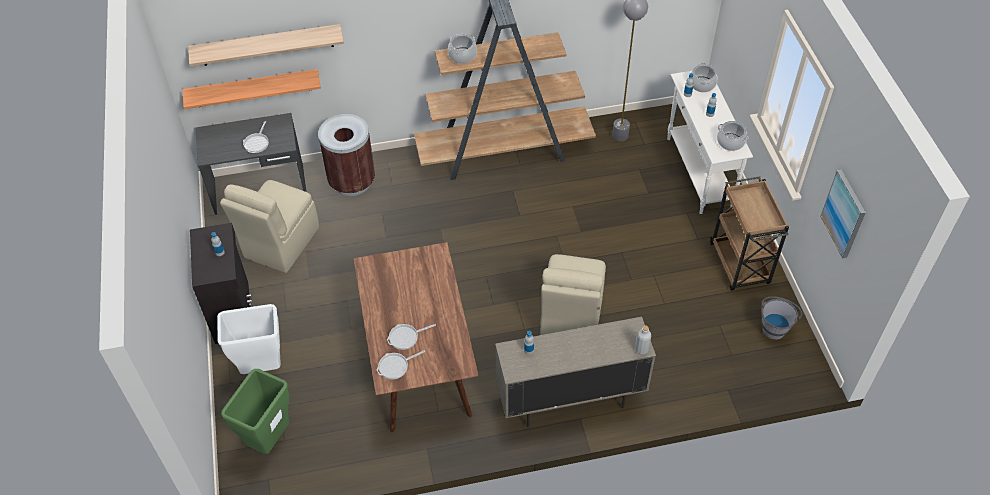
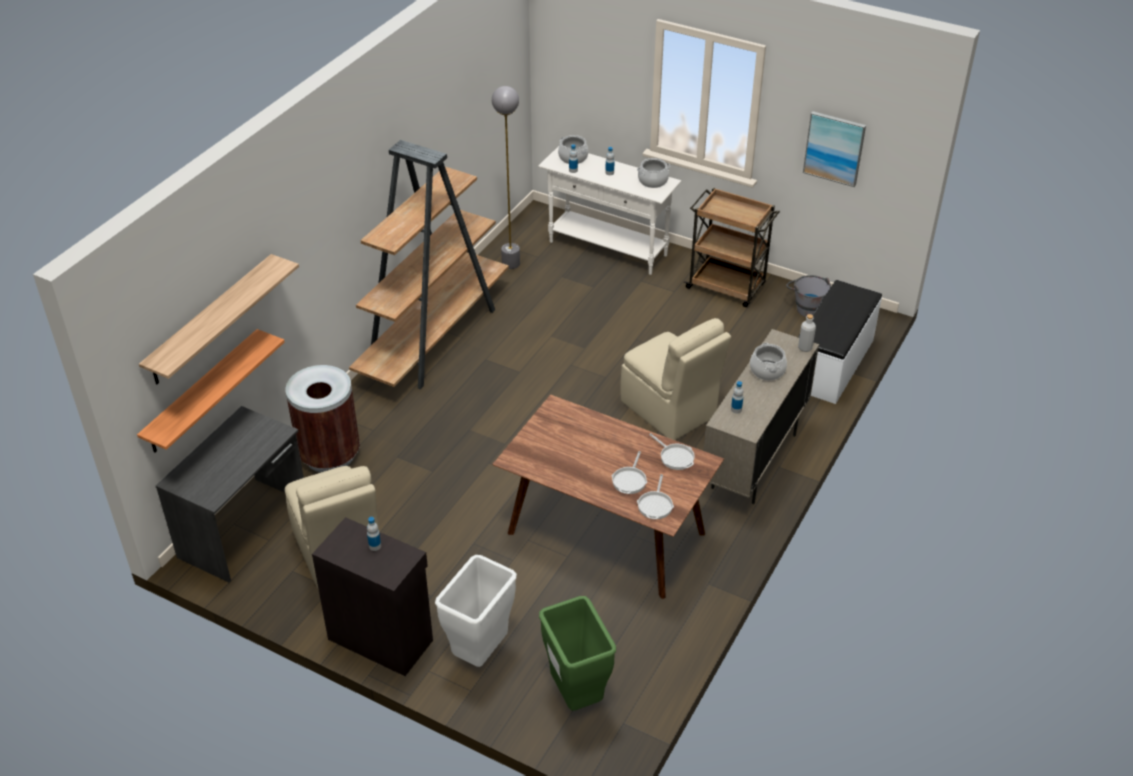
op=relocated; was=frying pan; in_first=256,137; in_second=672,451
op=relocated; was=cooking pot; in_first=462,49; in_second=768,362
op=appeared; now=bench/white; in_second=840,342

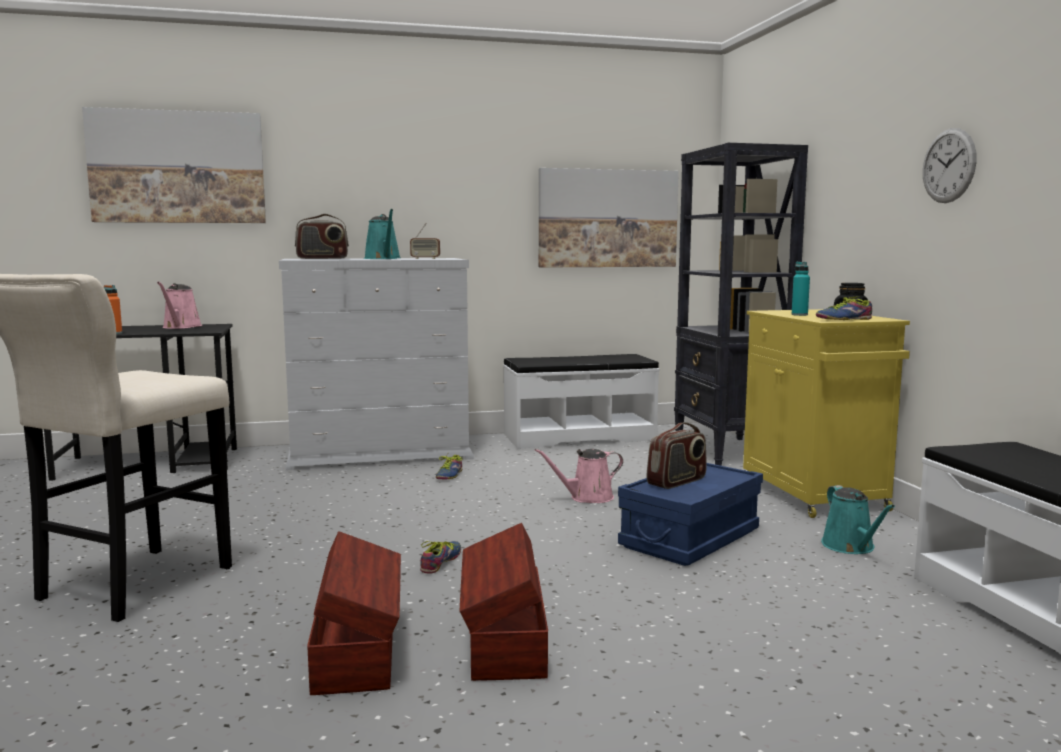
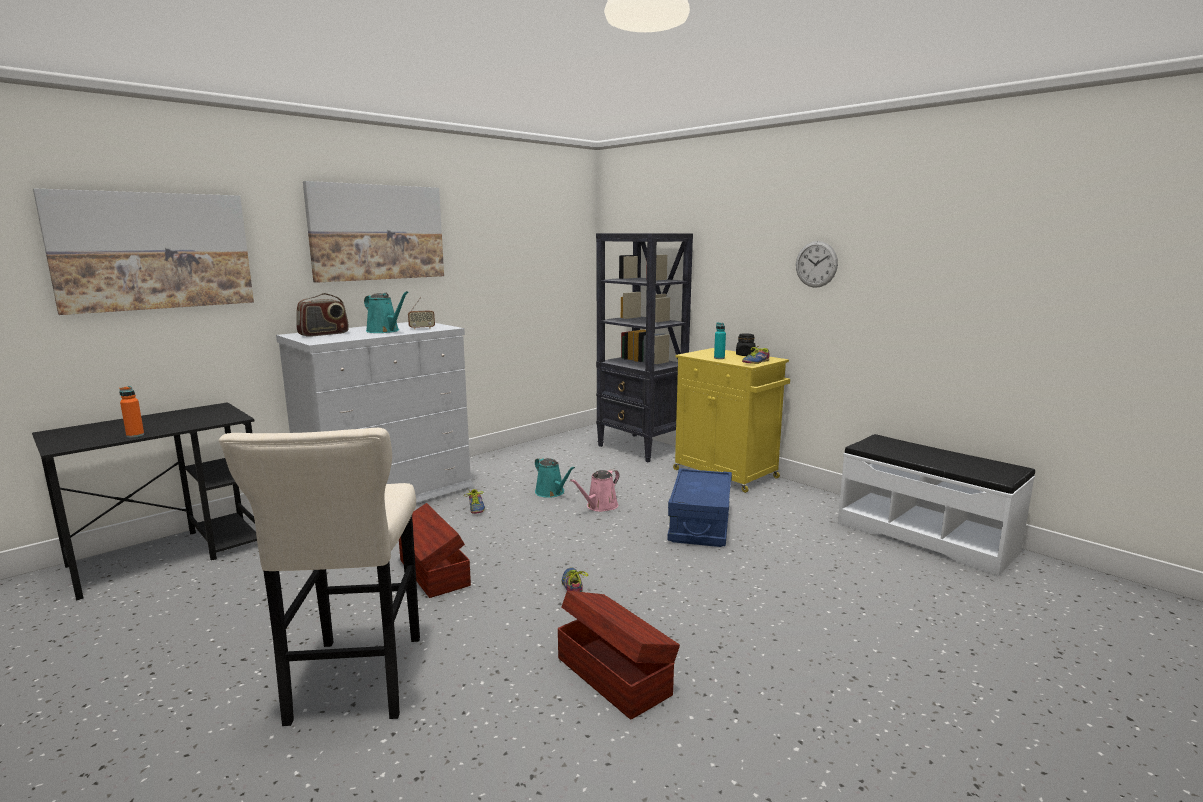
op=relocated; was=picture; in_first=609,218; in_second=373,232
op=relocated; was=storage box/brown; in_first=504,602; in_second=435,550
op=relocated; was=watering can/turquoise; in_first=858,519; in_second=555,477
op=missing; was=watering can/pink; in_first=179,305
op=missing; was=bench/white; in_first=581,401
op=missing; was=radio; in_first=677,455

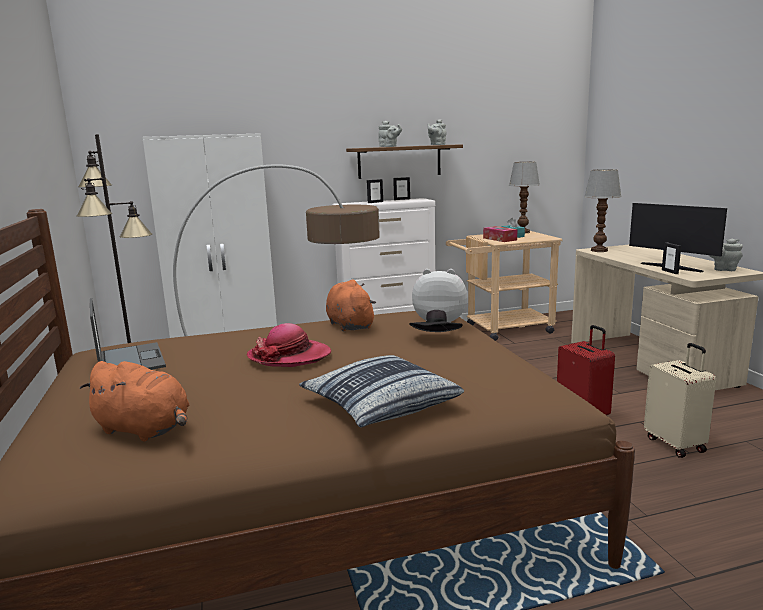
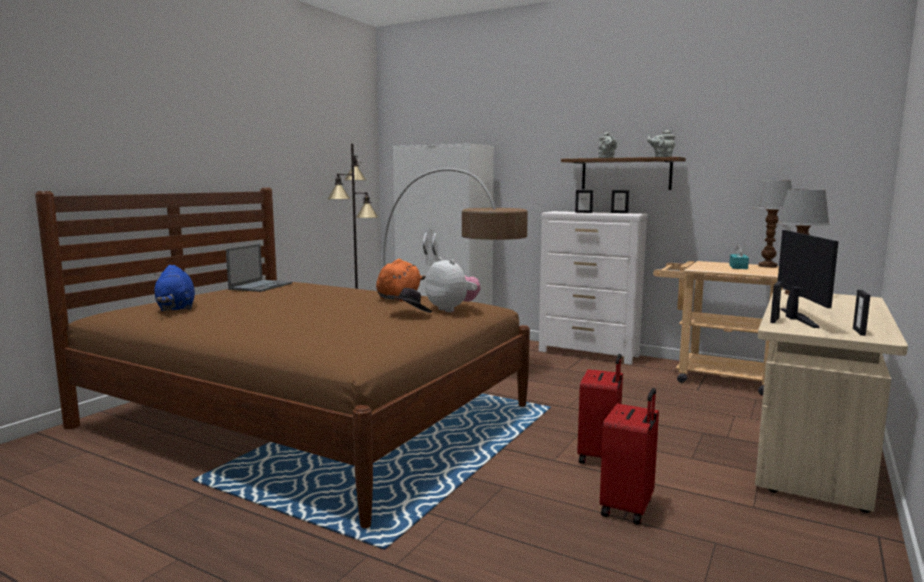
op=colour; was=plush toy/orange; now=plush toy/blue; in_first=134,401; in_second=174,288
op=colour; was=suitcase/beige; now=suitcase/red; in_first=680,400; in_second=629,456
op=exchanged; was=teapot/grey; now=picture frame; in_first=726,254; in_second=861,313
op=missing; was=hat; in_first=289,345
op=missing; was=pillow; in_first=381,391
op=missing; was=tissue box; in_first=500,234

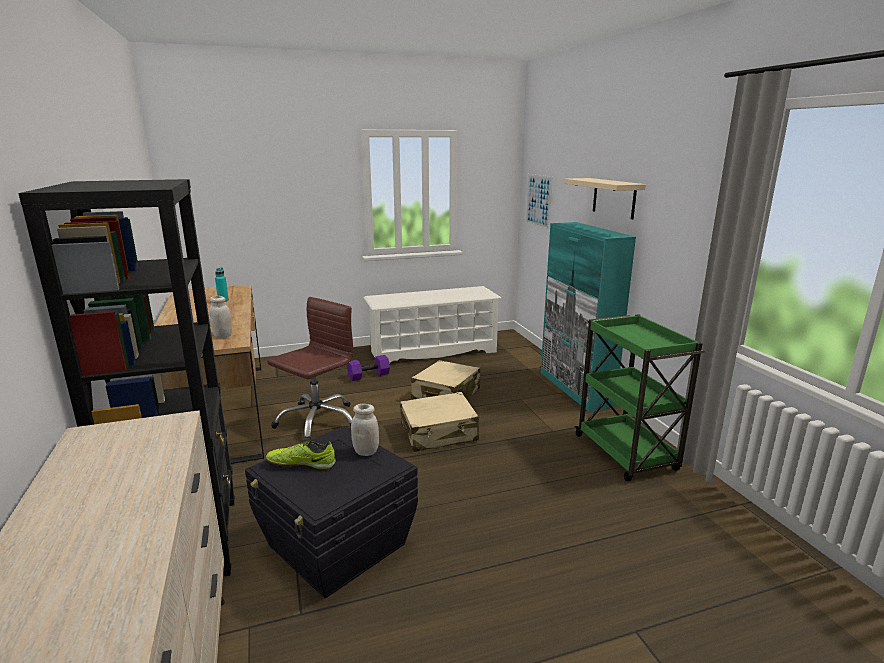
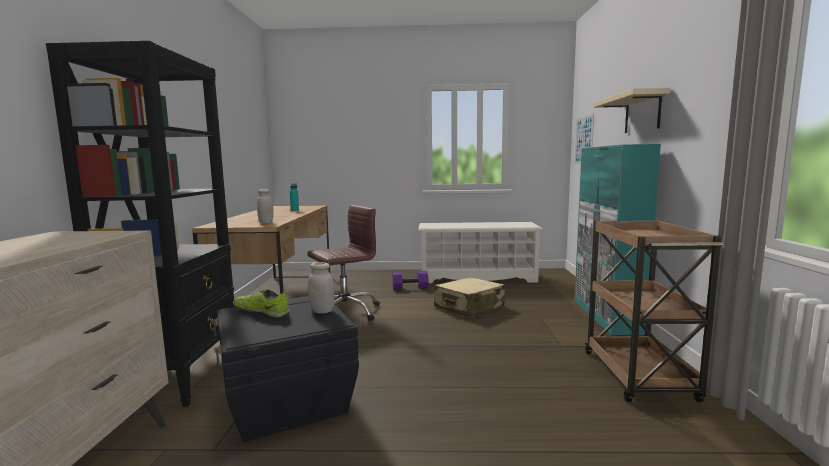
op=colour; was=cart/green; now=cart/brown; in_first=640,397; in_second=654,311
op=missing; was=suitcase/beige; in_first=439,422

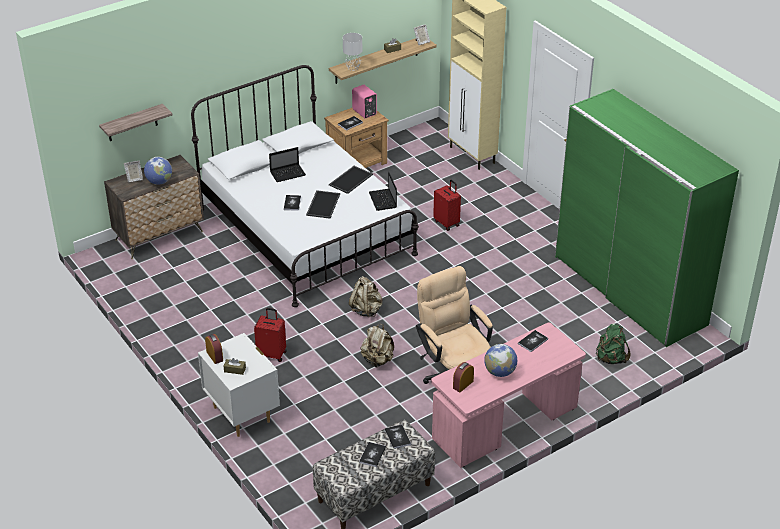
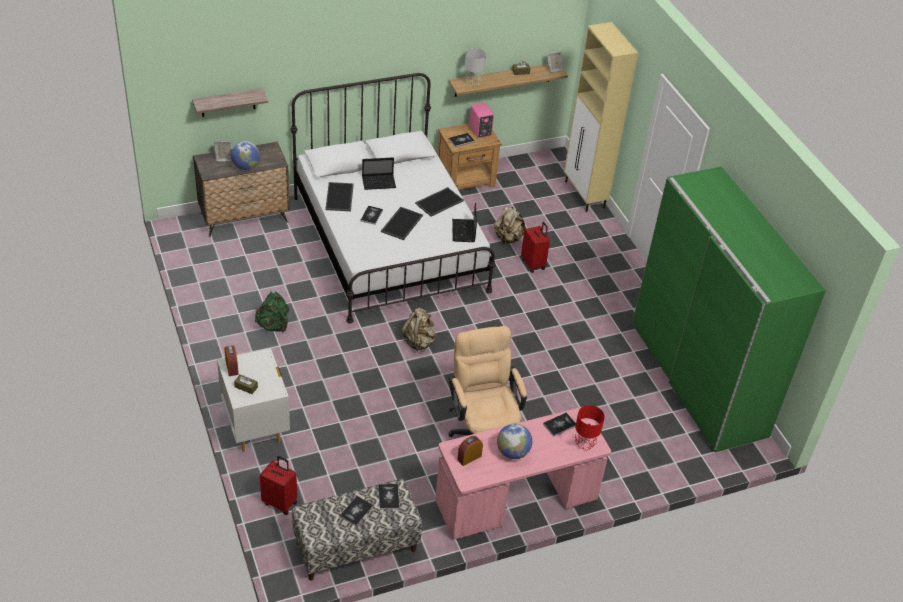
op=relocated; was=backpack/green; in_first=613,343; in_second=272,312
op=relocated; was=suitcase/red; in_first=270,335; in_second=278,485
op=appeared; now=tray; in_second=339,196
op=relocated; was=backpack/beige; in_first=377,345; in_second=509,225
op=appeared; now=table lamp/red; in_second=590,428

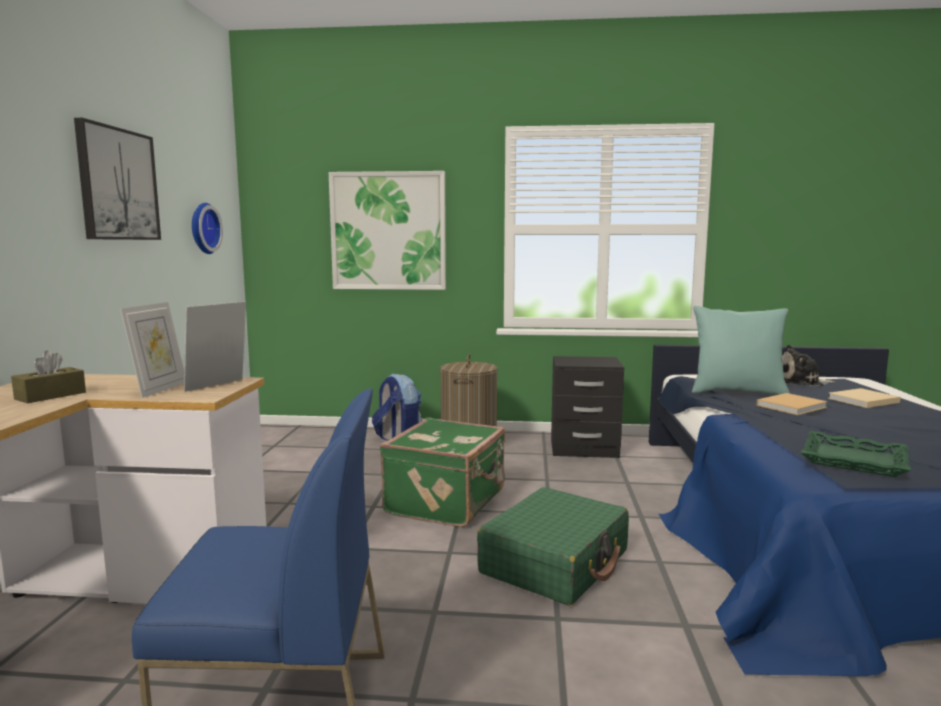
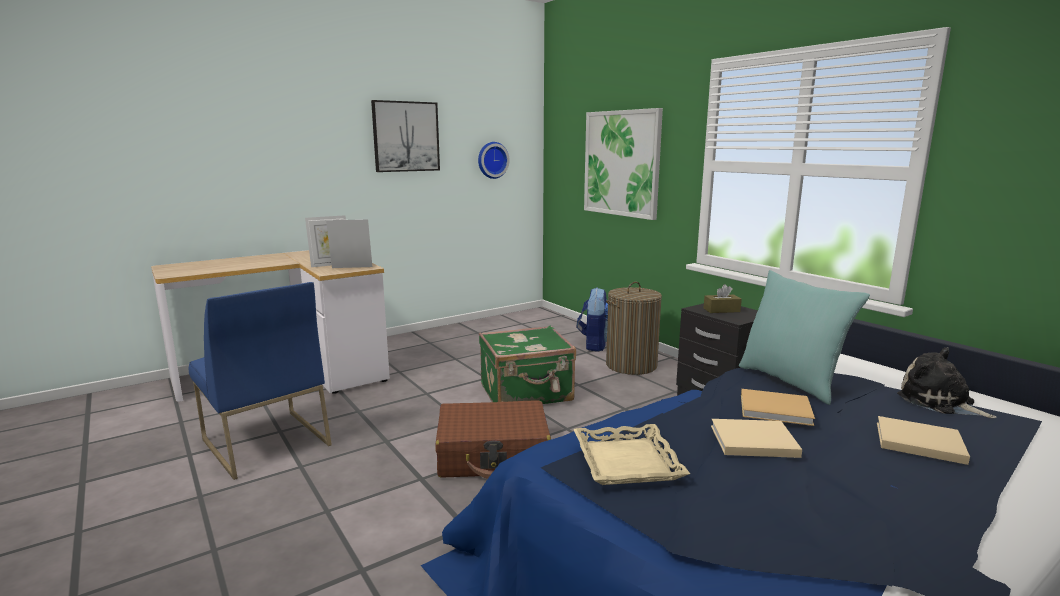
op=colour; was=suitcase/green; now=suitcase/brown; in_first=553,546; in_second=493,439
op=colour; was=tray/green; now=tray/beige; in_first=856,454; in_second=632,454
op=relocated; was=tissue box/brown; in_first=48,376; in_second=723,298
op=appeared; now=book/beige; in_second=756,438

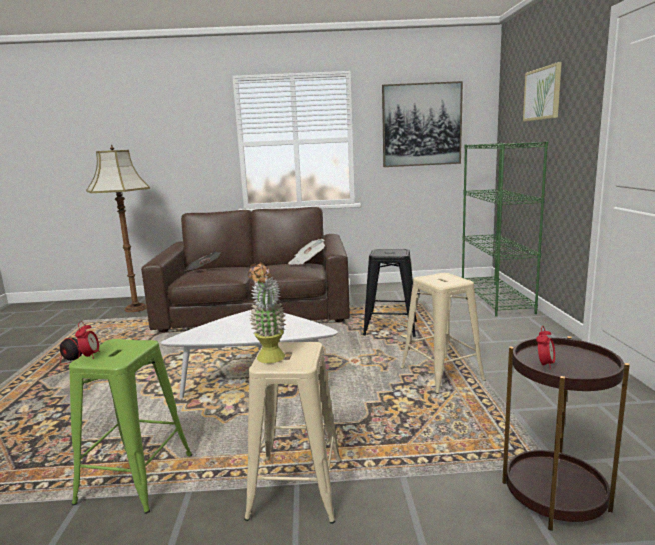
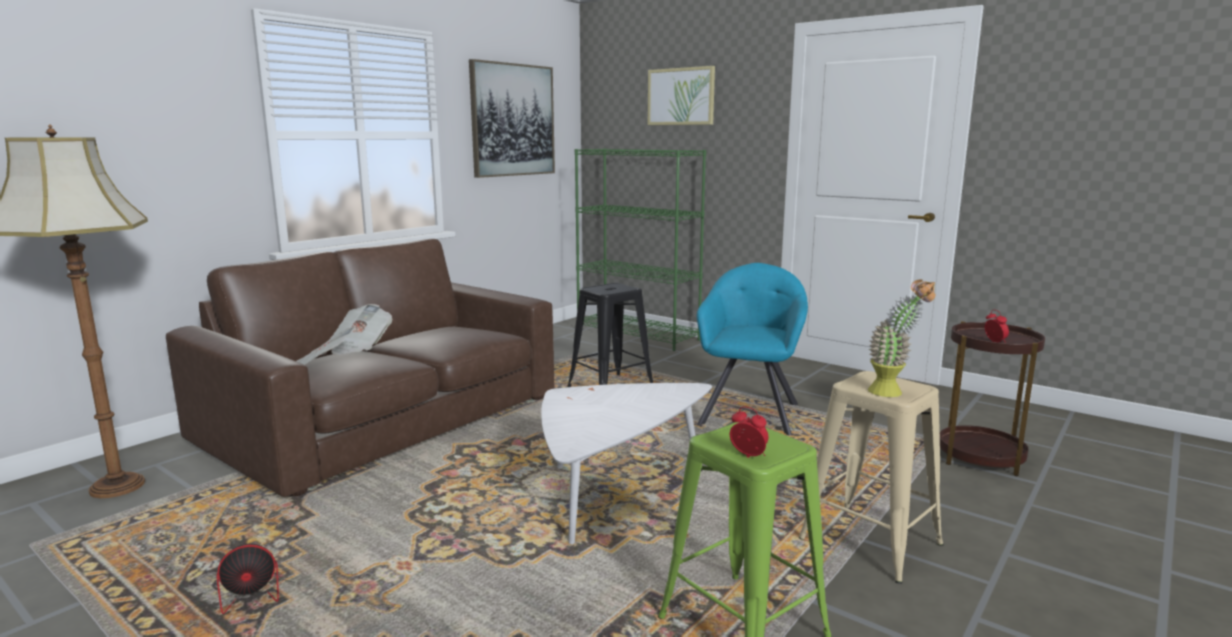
op=relocated; was=newspaper; in_first=306,252; in_second=361,329
op=exchanged; was=stool/beige; now=armchair/turquoise; in_first=443,333; in_second=752,349

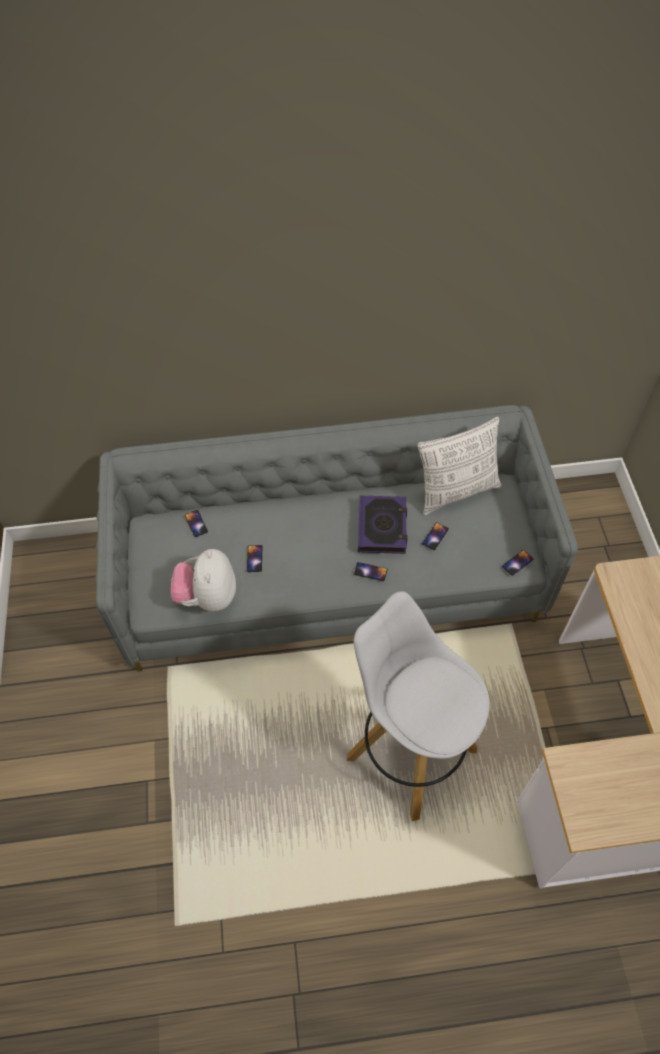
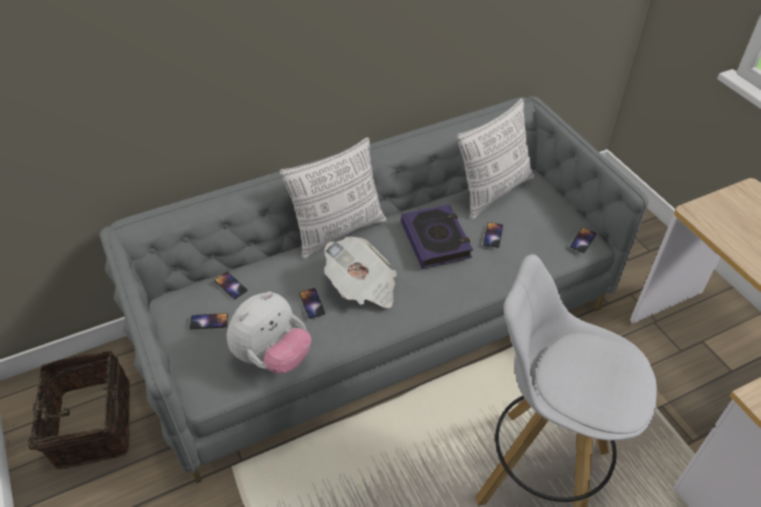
op=appeared; now=basket; in_second=69,410
op=relocated; was=phone; in_first=371,571; in_second=209,321
op=spun; was=plush toy; in_first=203,580; in_second=269,332; clockwise=-120
op=appeared; now=pillow; in_second=333,198
op=appeared; now=newspaper; in_second=360,272

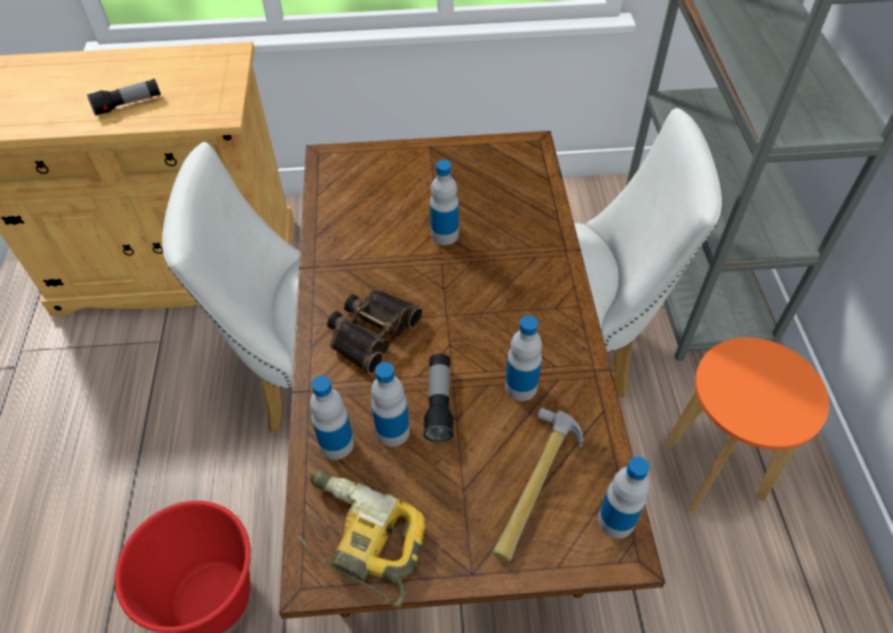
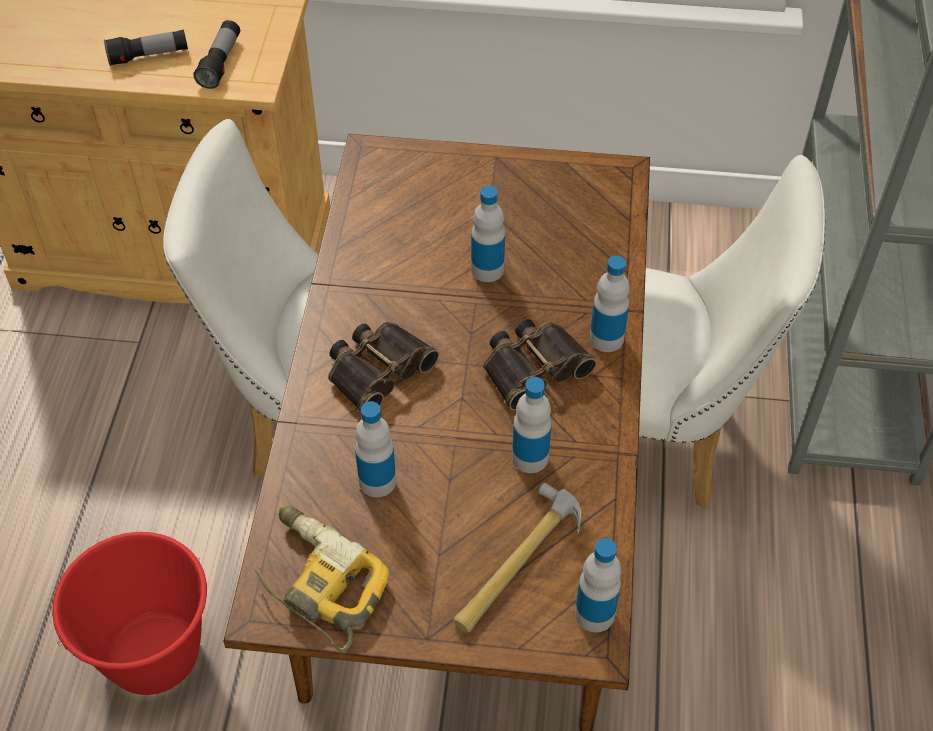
op=relocated; was=flashlight; in_first=438,397; in_second=216,54
op=appeared; now=binoculars; in_second=540,365
op=relocated; was=bottle; in_first=332,417; in_second=610,304
op=missing; was=stool/orange; in_first=746,425

